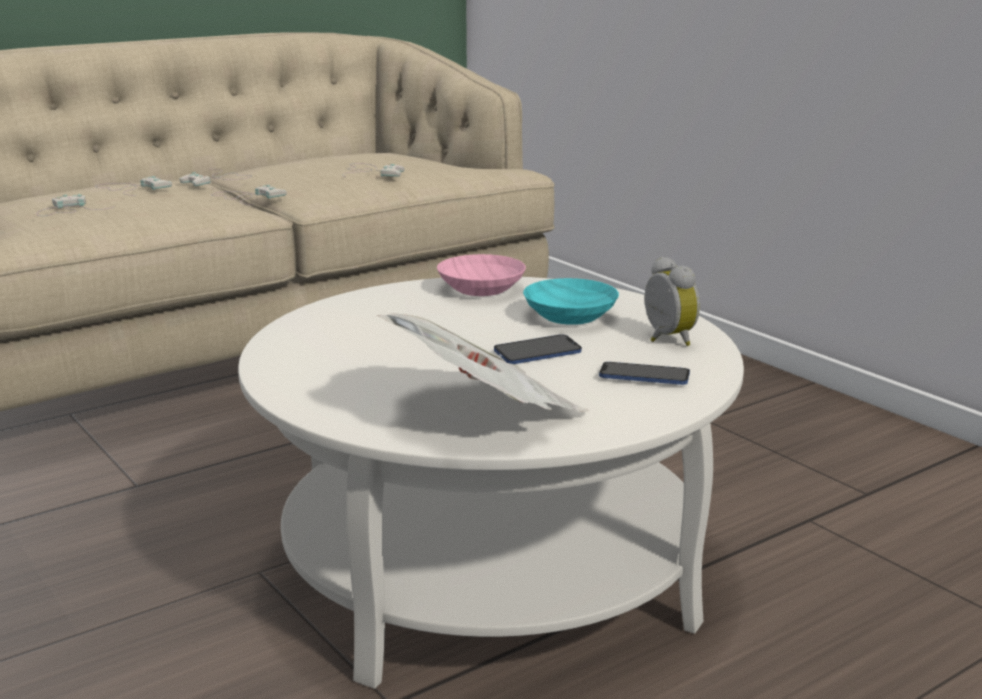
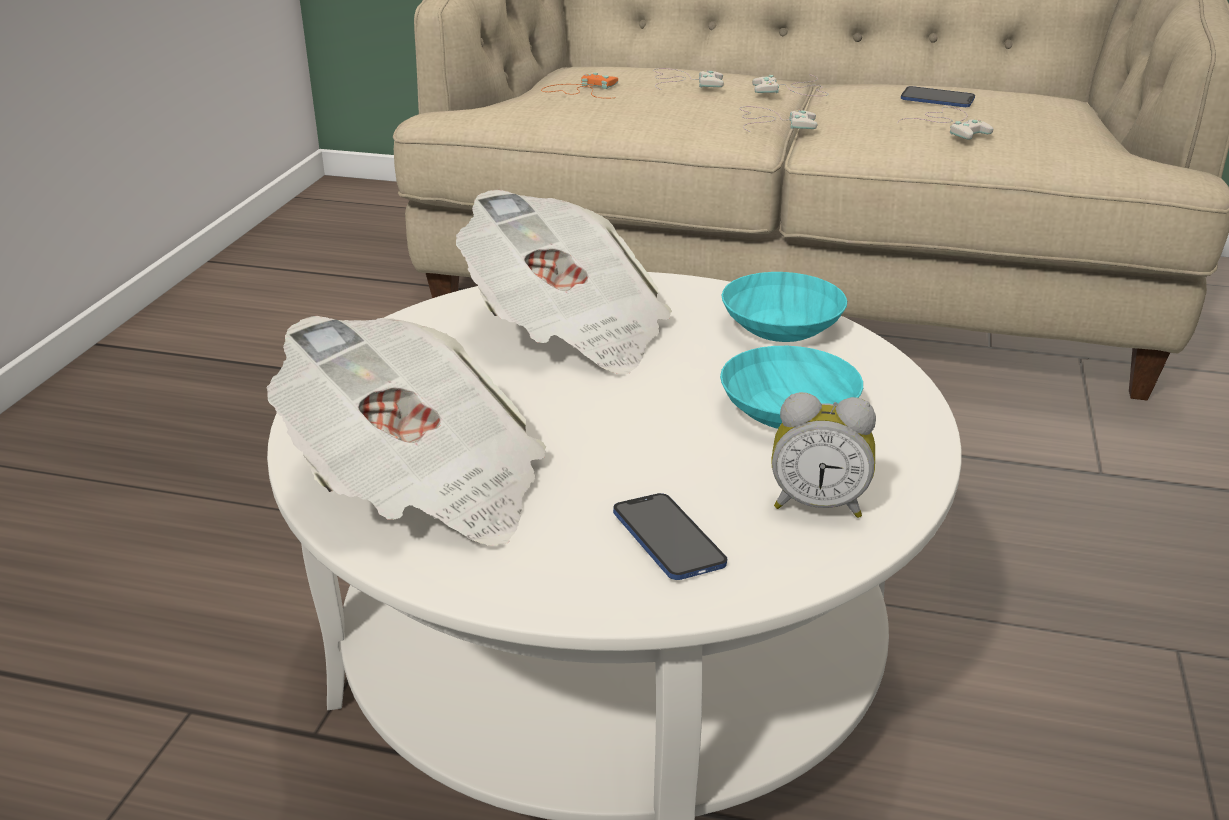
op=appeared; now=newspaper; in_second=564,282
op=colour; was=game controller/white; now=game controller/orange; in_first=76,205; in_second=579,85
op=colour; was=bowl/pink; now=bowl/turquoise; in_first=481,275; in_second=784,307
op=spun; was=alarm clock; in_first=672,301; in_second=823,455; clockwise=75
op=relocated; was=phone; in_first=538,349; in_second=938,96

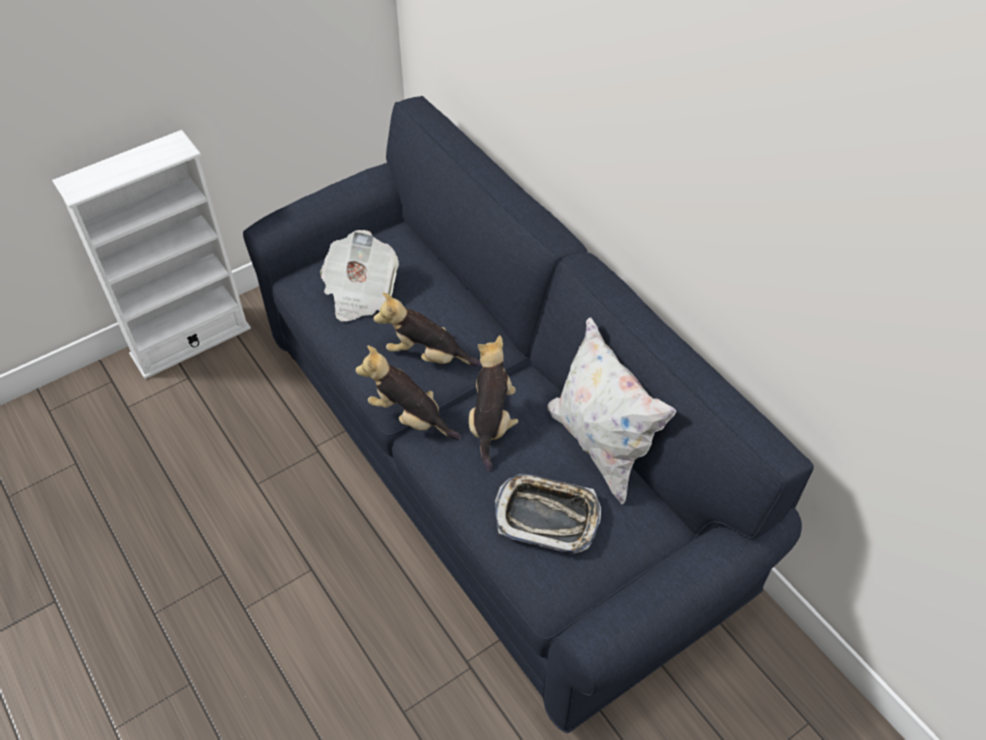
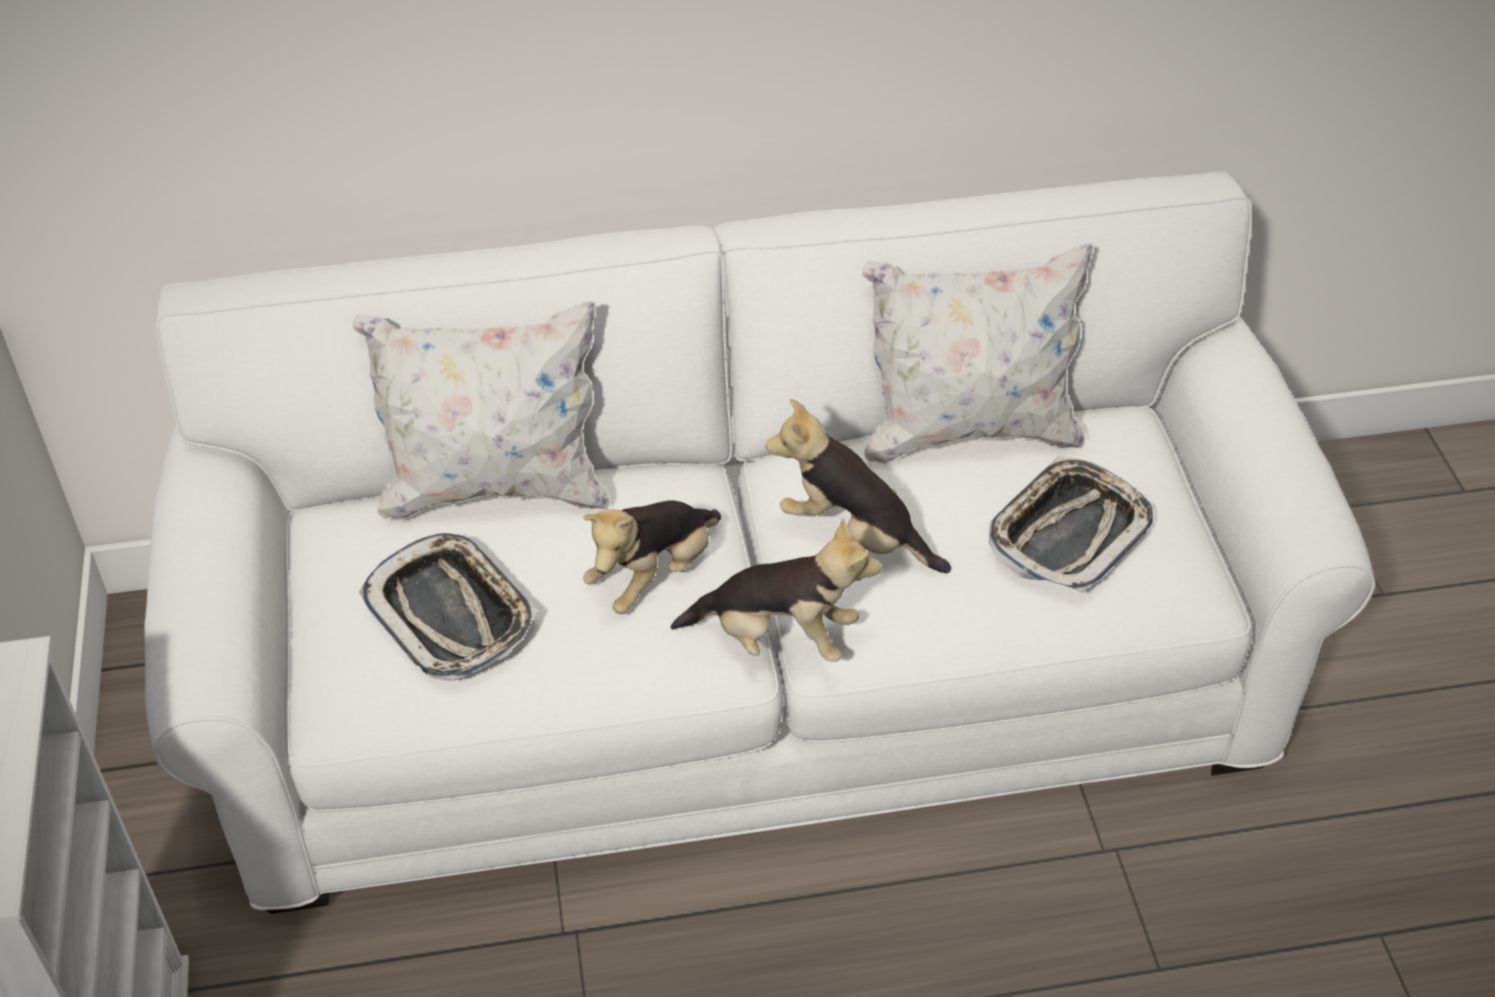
op=colour; was=sofa/blue; now=sofa/white; in_first=528,414; in_second=759,542
op=appeared; now=pillow/white; in_second=481,411
op=exchanged; was=newspaper; now=tray; in_first=359,276; in_second=448,607
op=spun; was=plush toy; in_first=408,392; in_second=776,590; clockwise=-135

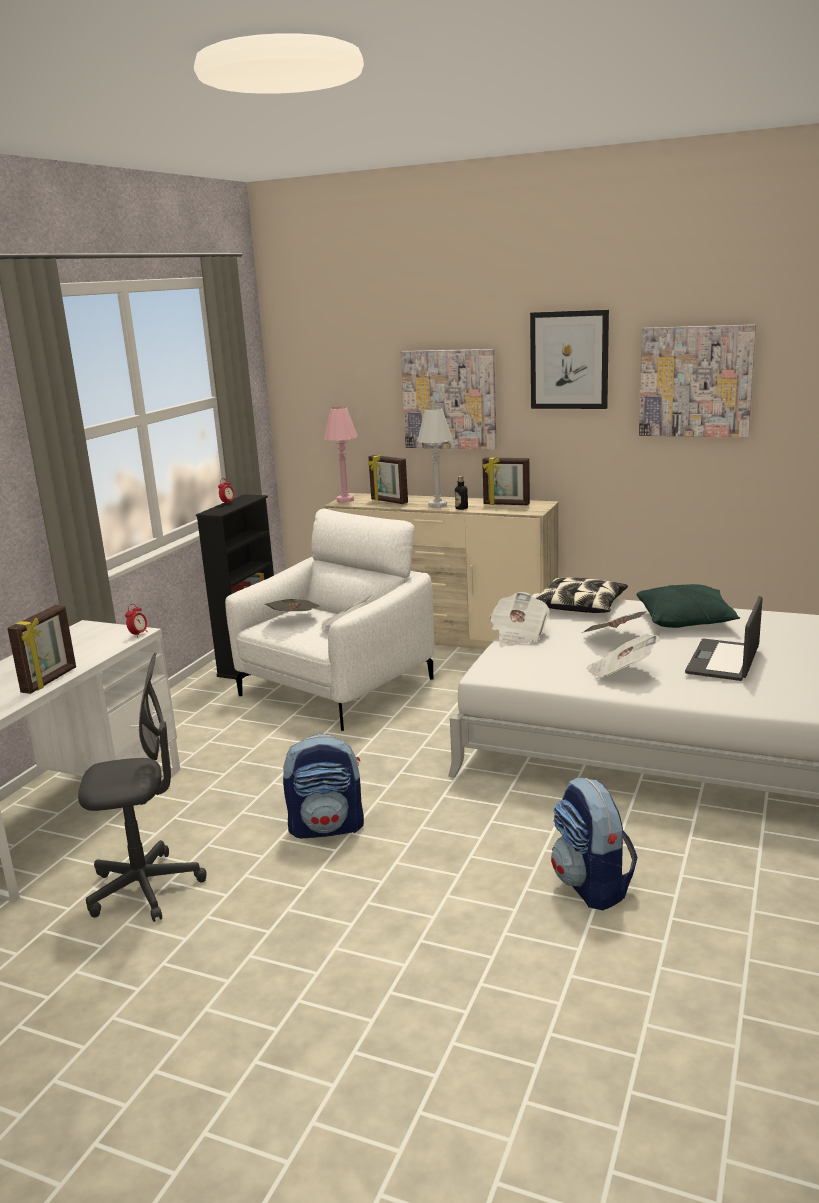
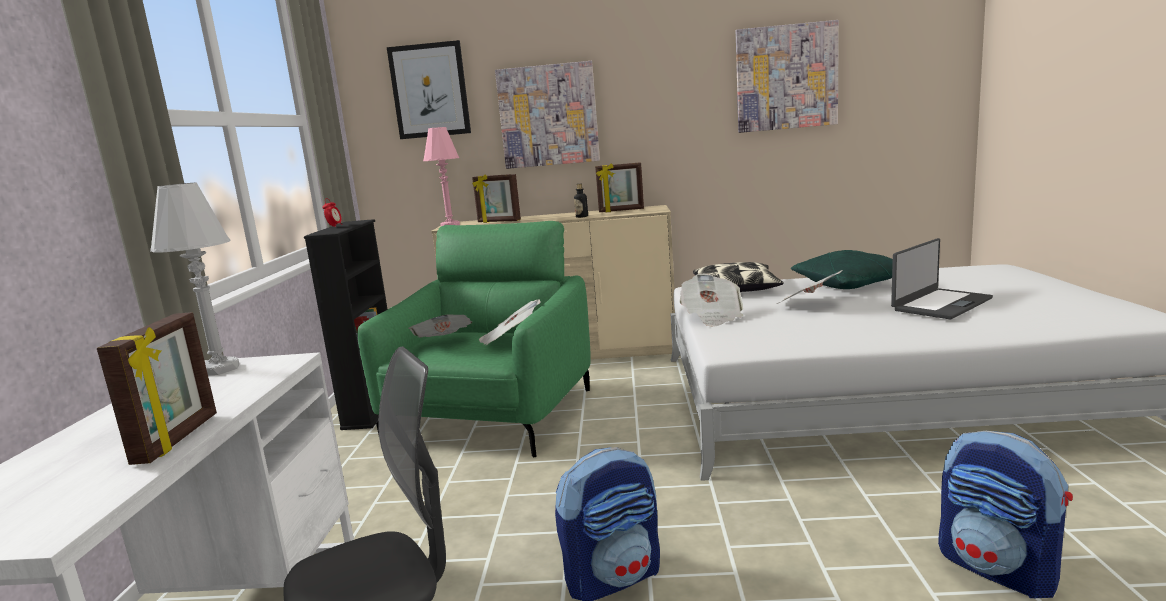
op=relocated; was=table lamp/white; in_first=435,457; in_second=194,278
op=colour; was=armchair/white; now=armchair/green; in_first=329,620; in_second=474,339
op=relocated; was=picture; in_first=569,359; in_second=429,89
op=spun; was=laptop; in_first=724,638; in_second=942,279; clockwise=-135
op=missing; was=alarm clock; in_first=136,619
op=missing; was=newspaper; in_first=623,656

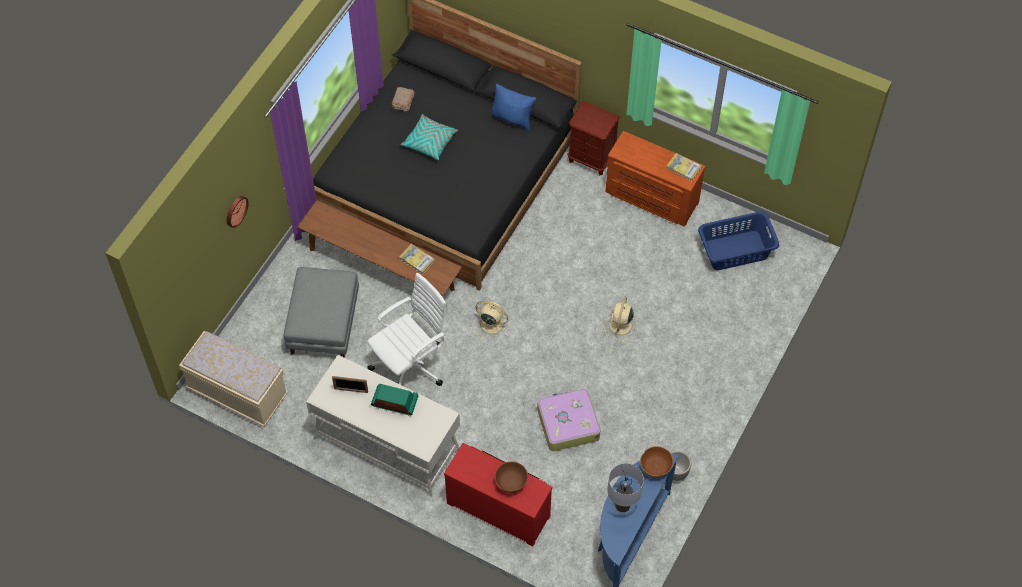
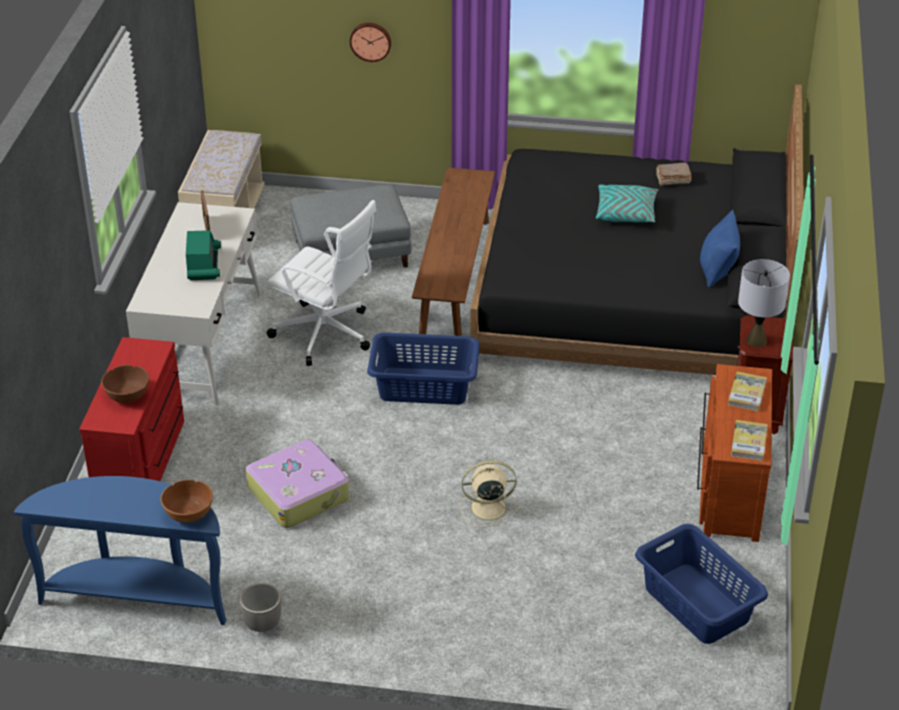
op=exchanged; was=fan/beige; now=laundry basket/blue; in_first=491,319; in_second=423,368
op=relocated; was=book; in_first=417,259; in_second=747,391
op=relocated; was=table lamp/grey; in_first=625,487; in_second=764,303

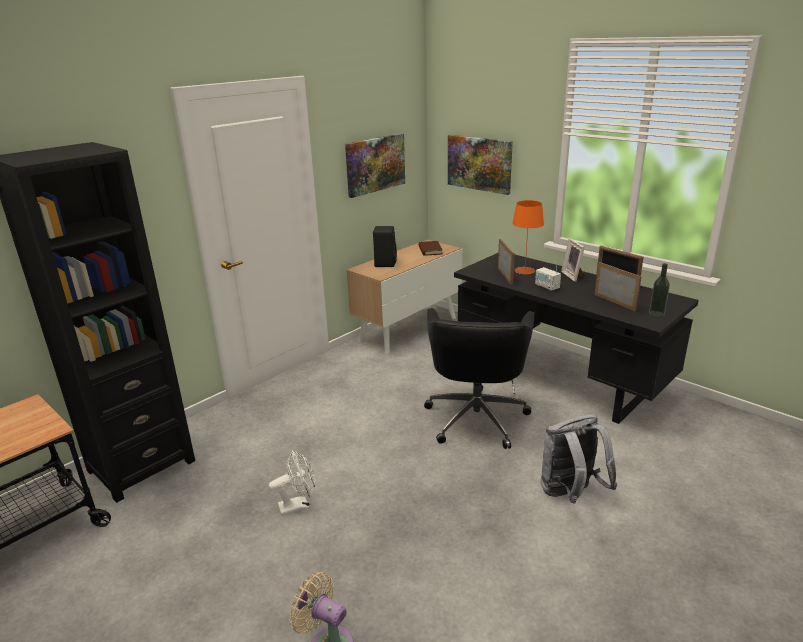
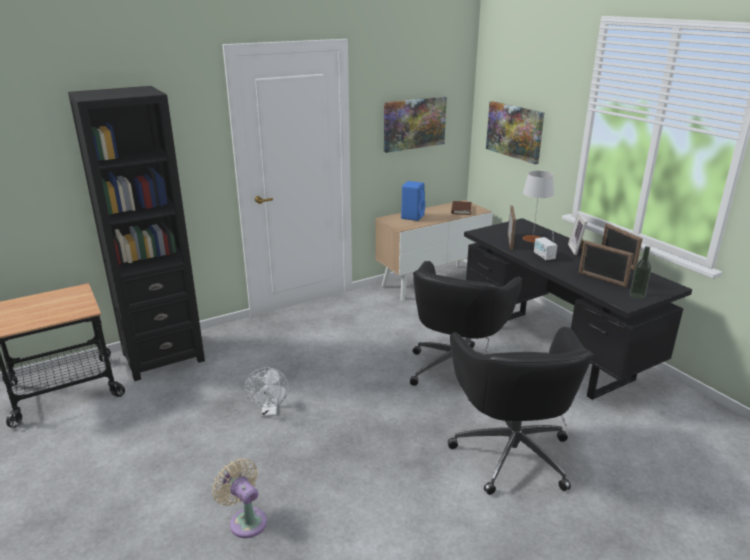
op=spun; was=fan/white; in_first=292,483; in_second=267,392; clockwise=90
op=colour; was=speaker/black; now=speaker/blue; in_first=385,246; in_second=413,201
op=exchanged; was=backpack/grey; now=office chair/black; in_first=579,459; in_second=520,411
op=colour; was=table lamp/orange; now=table lamp/grey; in_first=528,237; in_second=538,206
op=spun; was=picture frame; in_first=618,286; in_second=606,263; clockwise=150

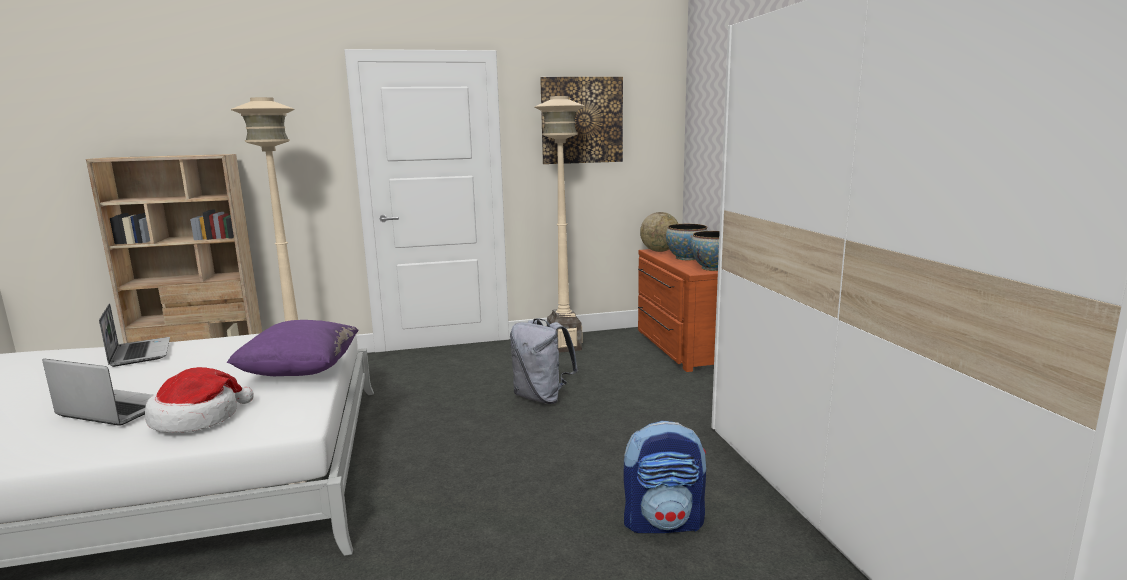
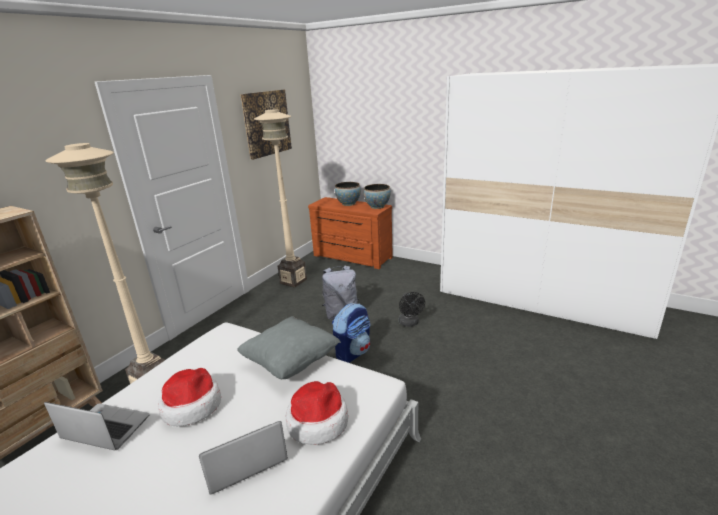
op=appeared; now=hat; in_second=189,397
op=colour; was=pillow/purple; now=pillow/grey; in_first=292,348; in_second=289,347
op=relocated; was=backpack; in_first=665,477; in_second=351,333
op=appeared; now=fan/black; in_second=412,309
op=missing; was=globe; in_first=659,232

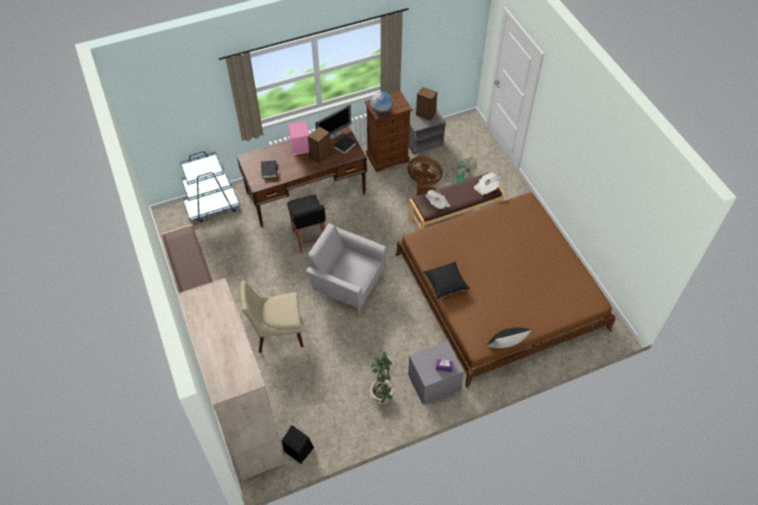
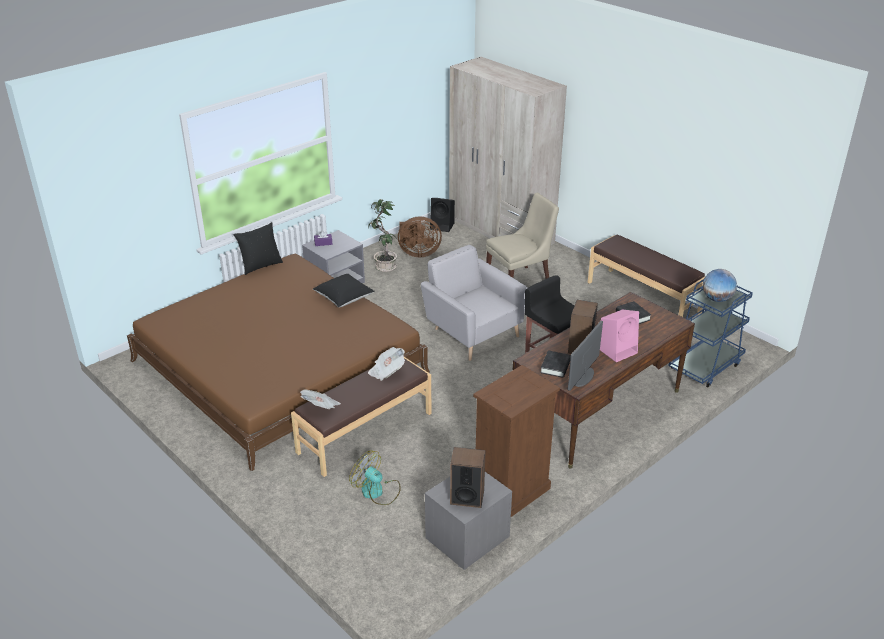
op=relocated; was=fan/brown; in_first=424,176; in_second=420,236
op=spun; was=armchair/grey; in_first=346,269; in_second=474,303; clockwise=-135
op=relocated; was=globe; in_first=381,103; in_second=720,285

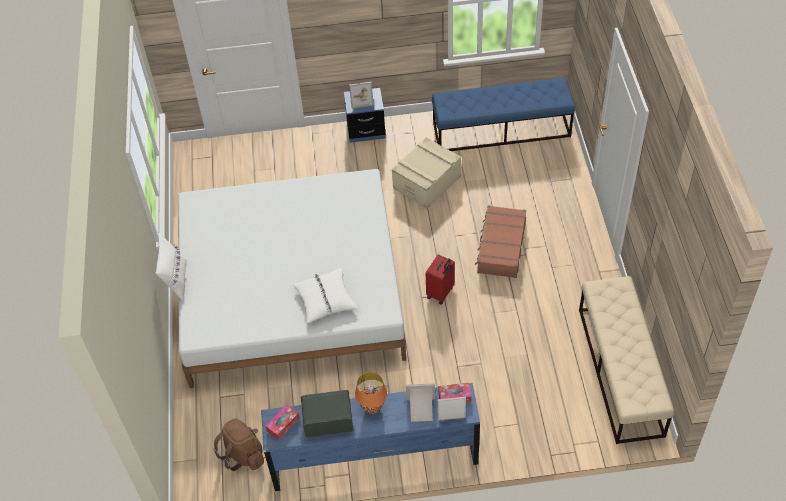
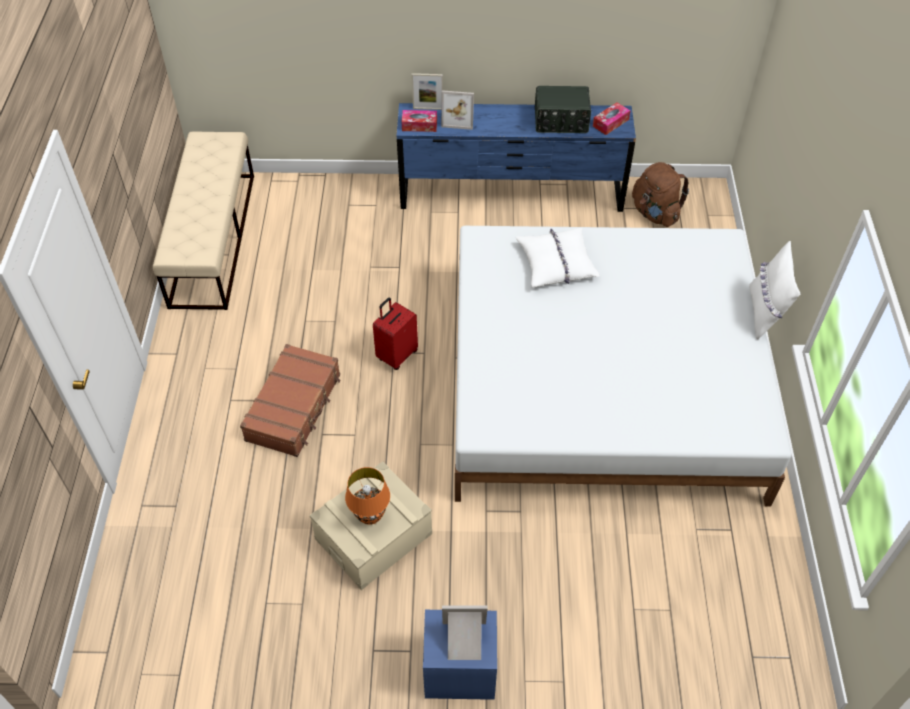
op=relocated; was=table lamp/orange; in_first=371,393; in_second=367,496
op=missing; was=bench/blue; in_first=503,114

